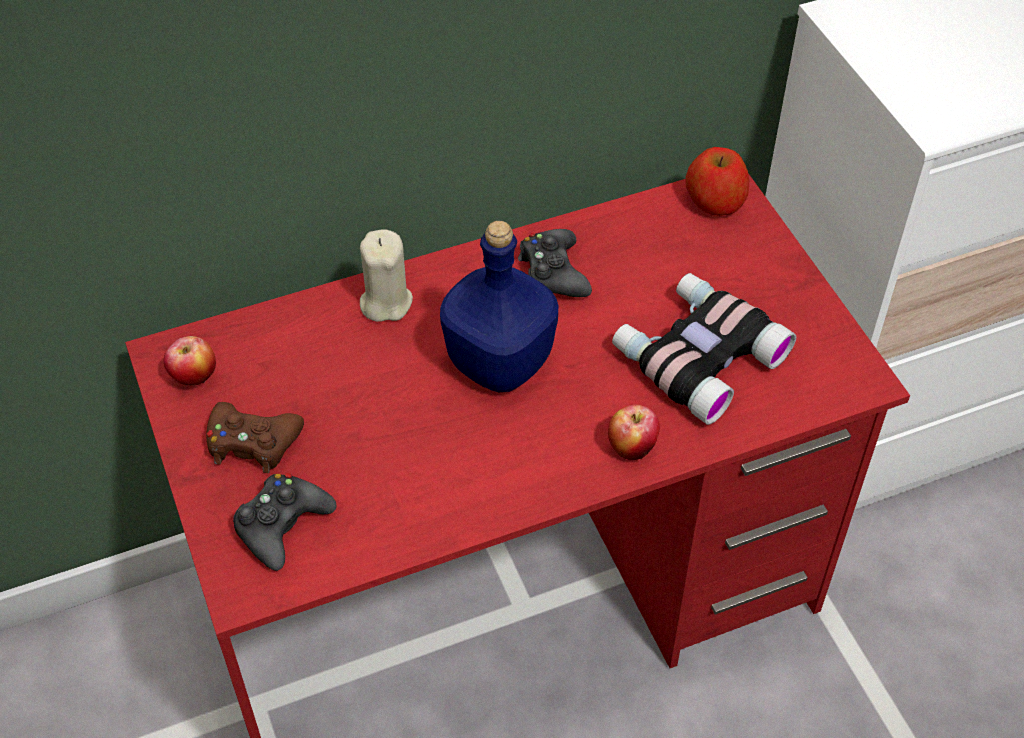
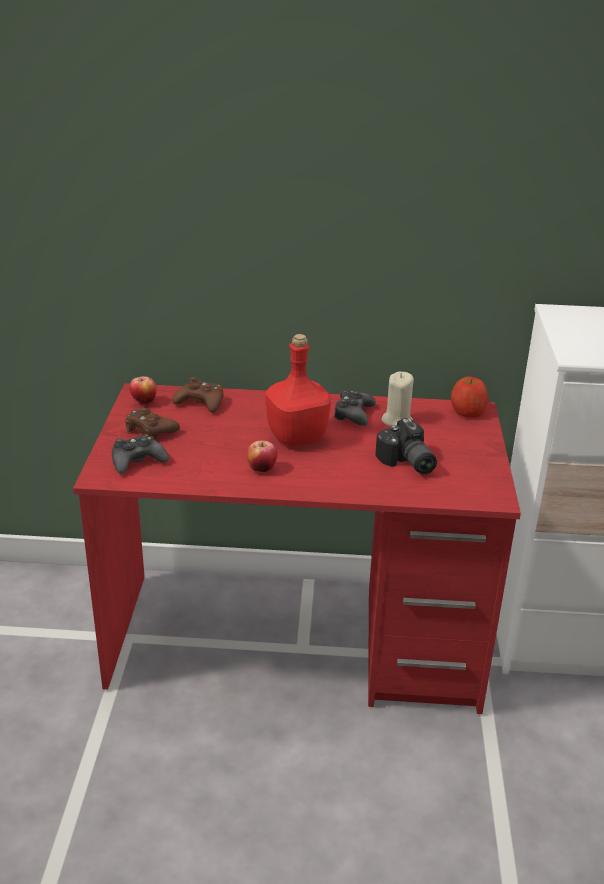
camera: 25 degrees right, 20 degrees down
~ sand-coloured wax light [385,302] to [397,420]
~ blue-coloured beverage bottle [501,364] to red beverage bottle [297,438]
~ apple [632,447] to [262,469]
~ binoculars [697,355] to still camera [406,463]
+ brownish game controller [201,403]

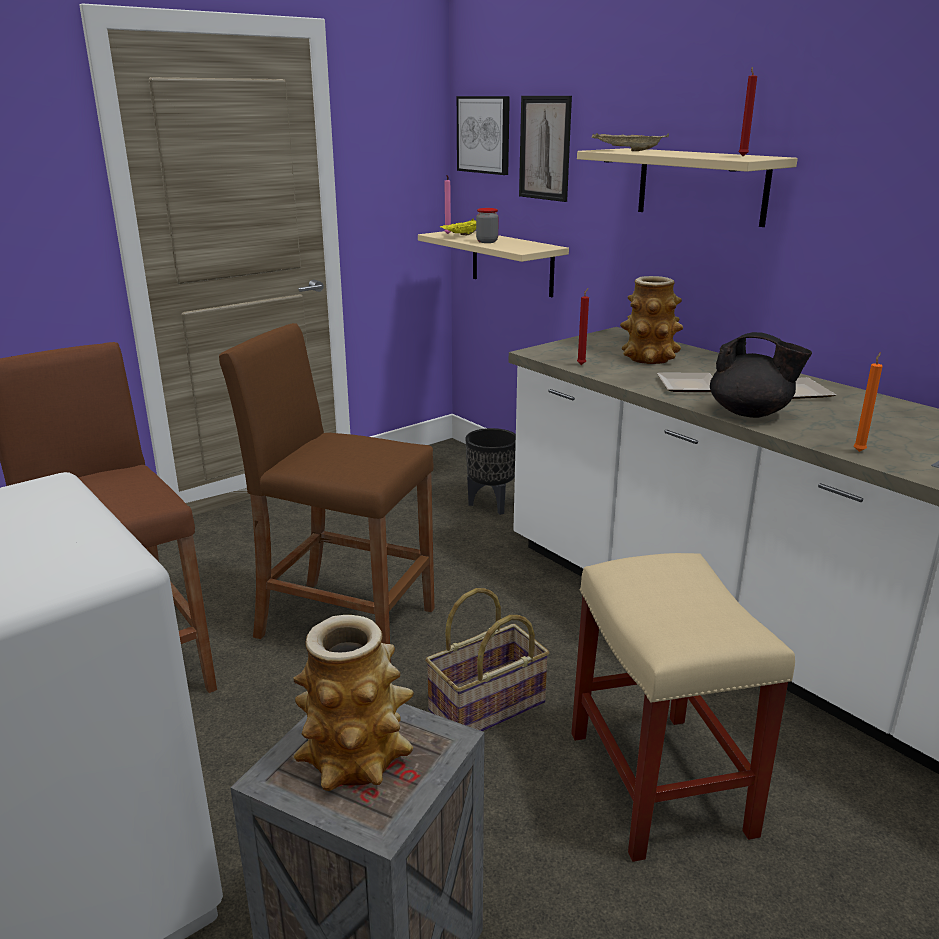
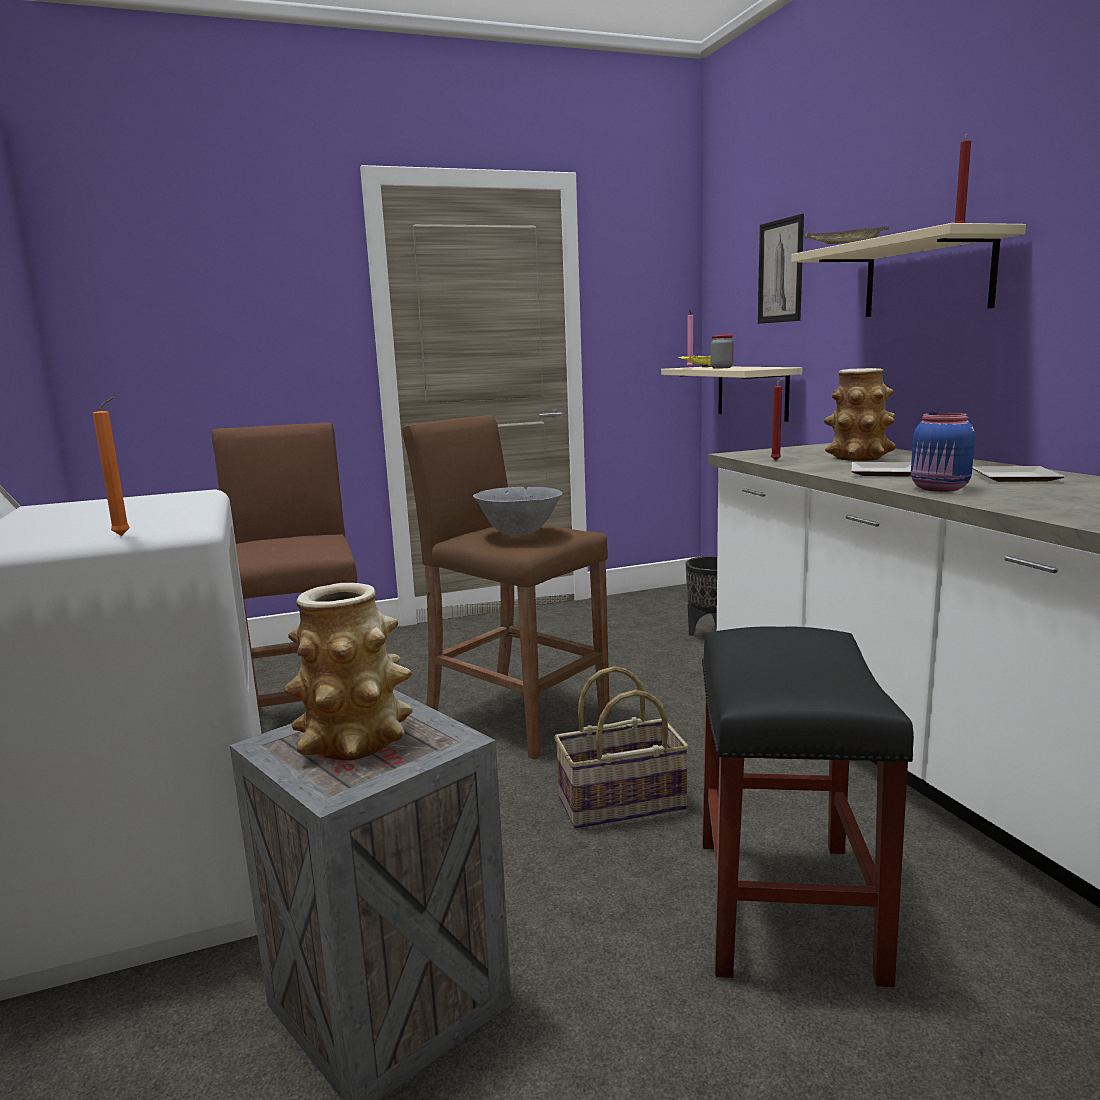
camera: 20 degrees right, 10 degrees down
- picture [484,135]
~ sand-coloured sitting stool [660,784] to blackish sitting stool [787,908]
~ blackish pot for tea [750,413] to blue-coloured storage jar [940,489]
~ orange wax light [859,451] to [124,535]
+ grey deep dish [518,534]

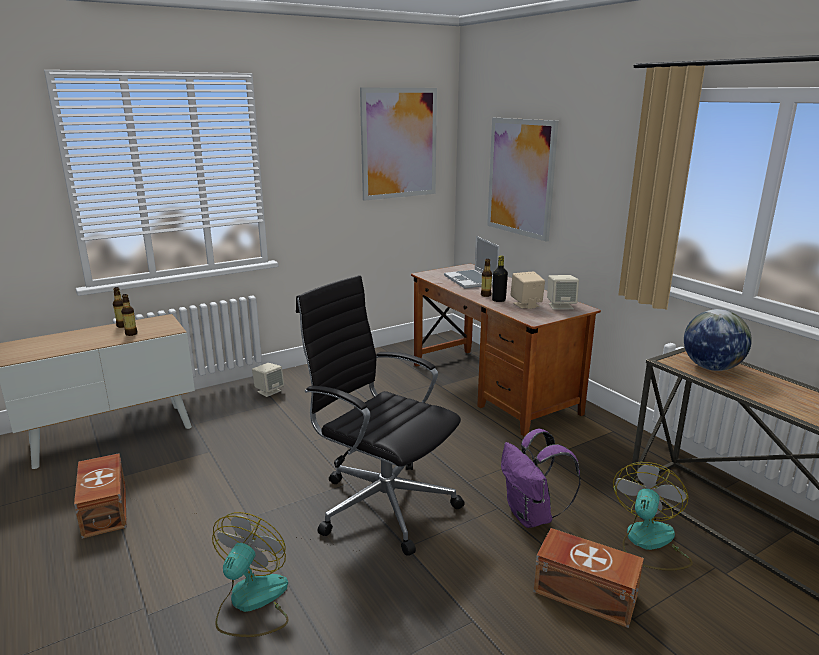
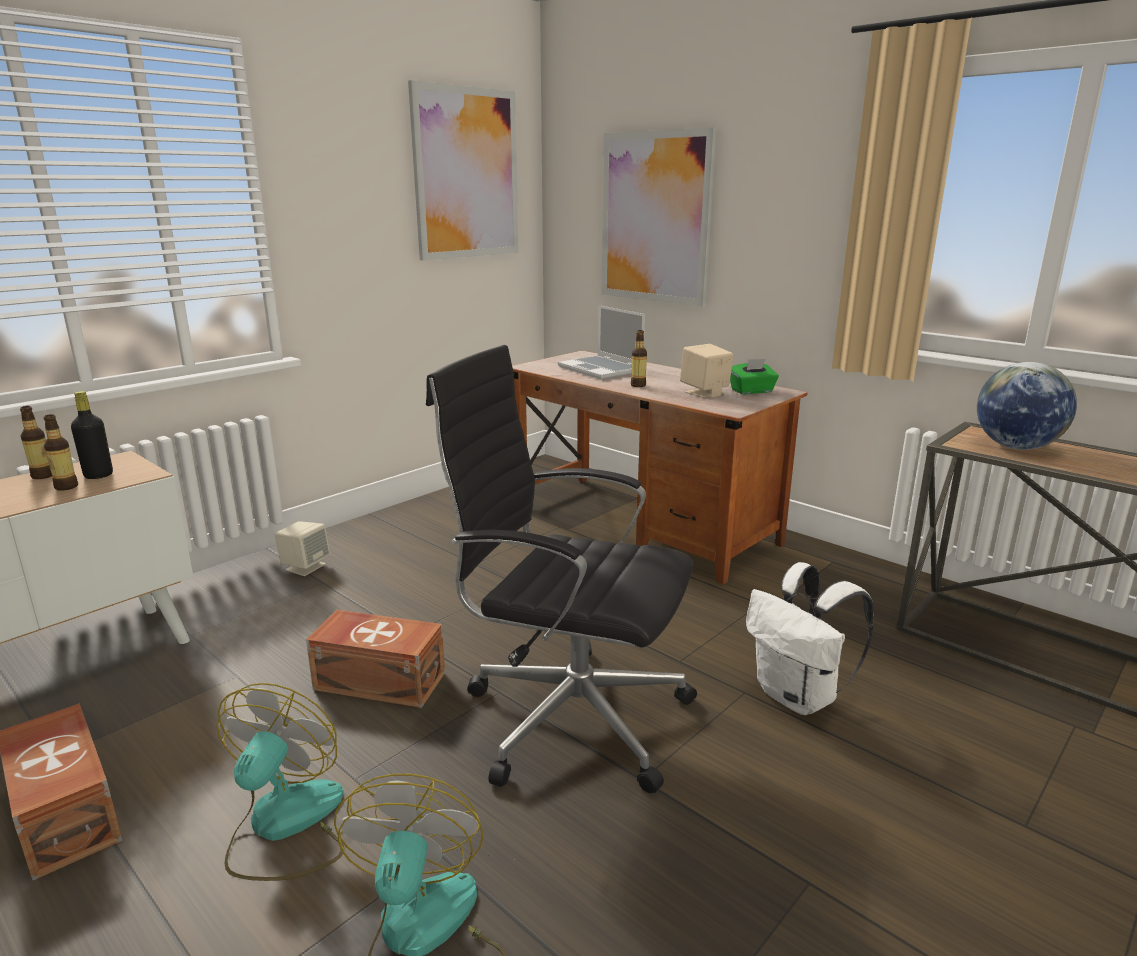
camera: 15 degrees left, 0 degrees up
~ blackish beverage bottle [498,300] to [98,475]
~ purplish backpack [532,516] to whitish backpack [799,697]
~ brownish storage bin [584,592] to [379,680]
~ sand-coloured loudspeaker [560,306] to green-coloured box of tissues [752,391]
~ electric fan [649,543] to [284,826]

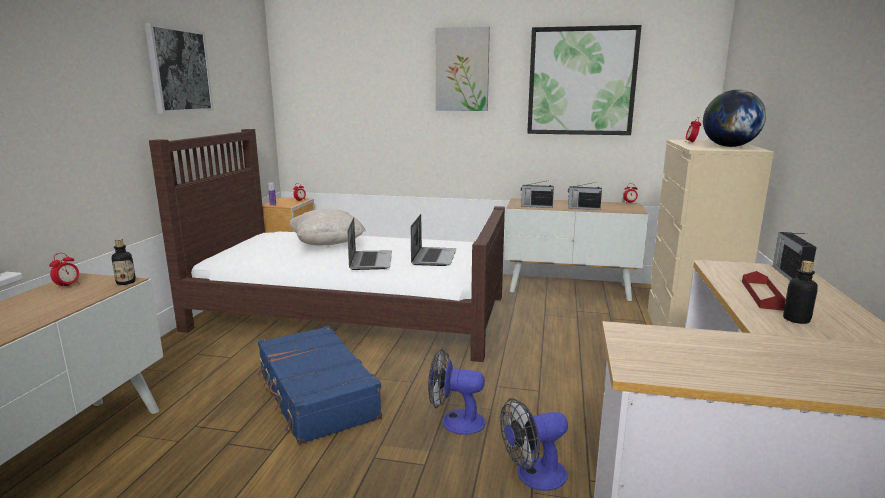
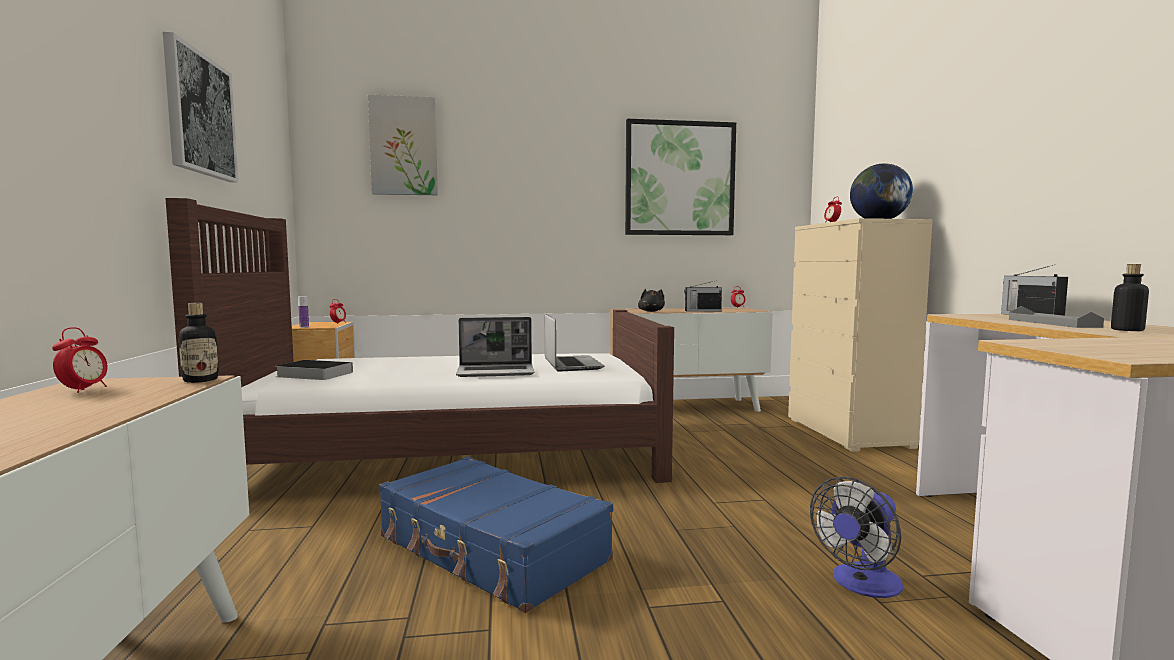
camera: 20 degrees left, 10 degrees down
- sand-coloured pillow [327,244]
~ laptop [370,261] = [497,372] 105 degrees clockwise
- electric fan [455,421]
~ picture [462,70] to [404,146]
~ radio [536,206] to blackish soft toy [651,311]
~ red carrying tray [763,295] to grey carrying tray [1052,323]
+ bound book [312,374]

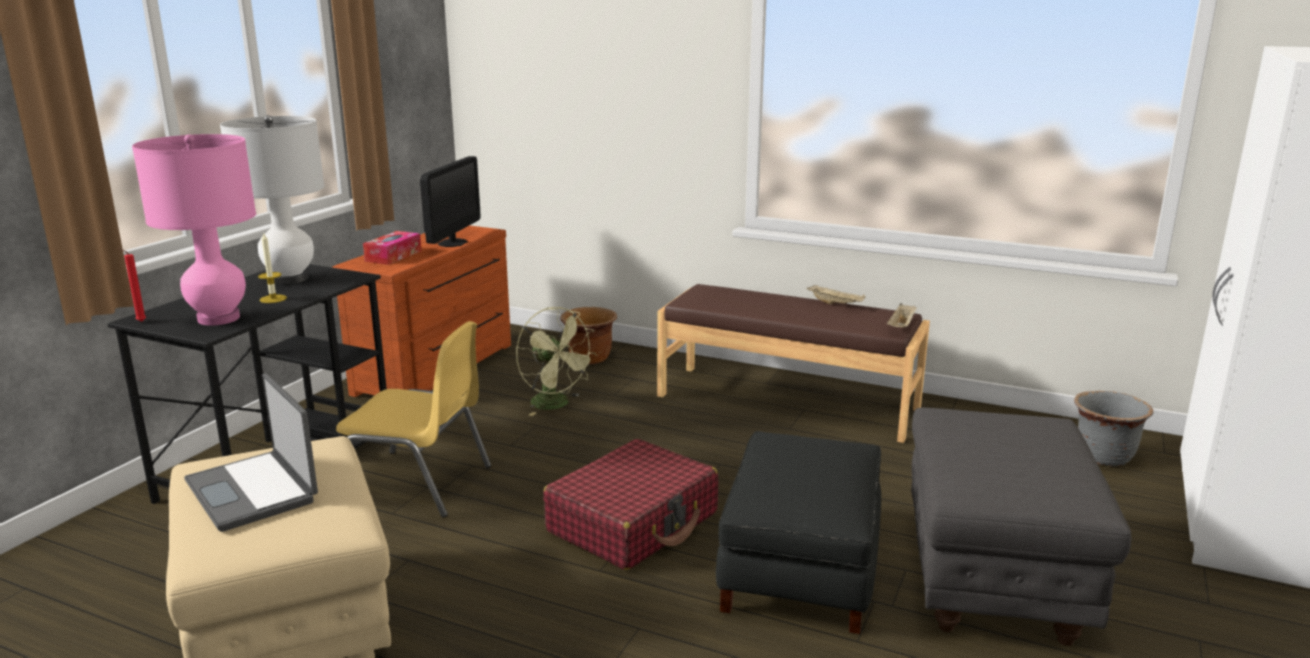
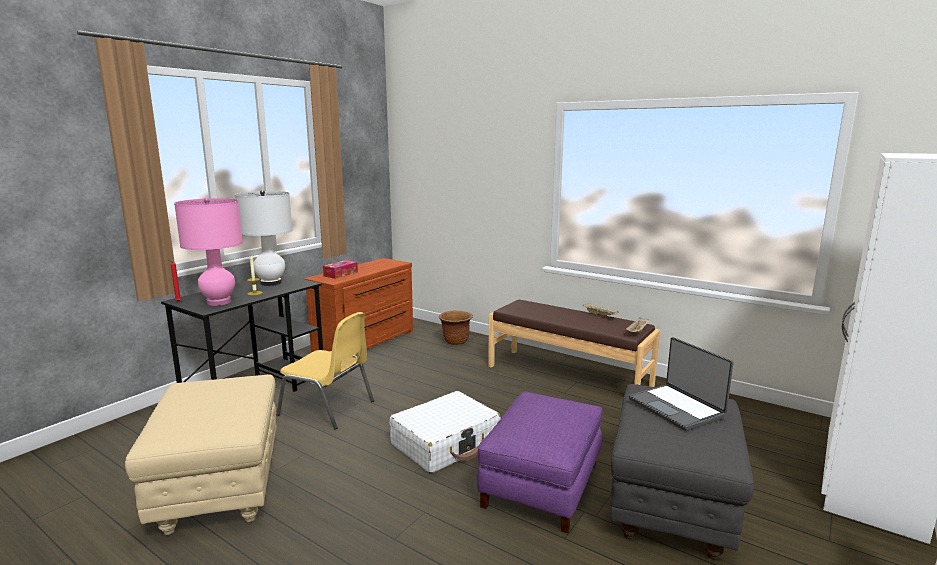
camera: 10 degrees right, 5 degrees down
~ laptop [254,491] to [677,408]
- computer screen [452,243]
- green-coloured electric fan [556,405]
~ red piece of luggage [633,522] to whitish piece of luggage [446,443]
~ blackish ottoman [801,570] to purplish ottoman [542,485]
- grey flower pot [1104,457]

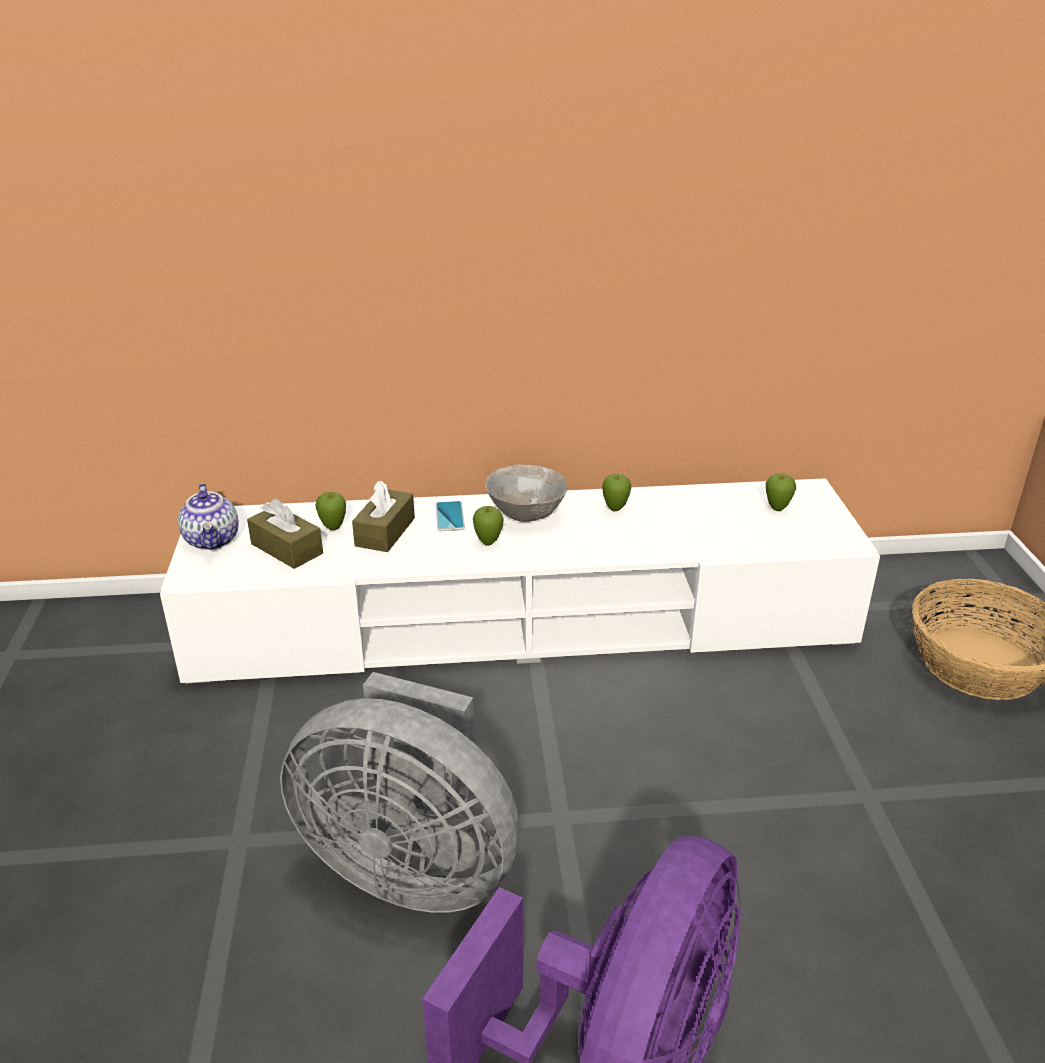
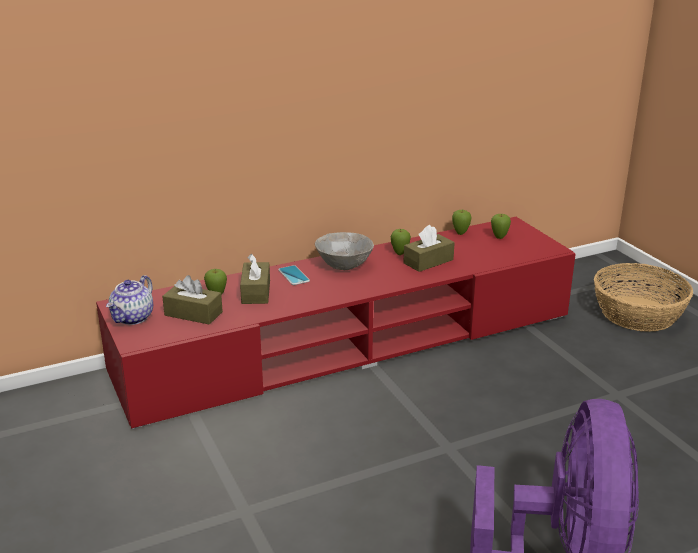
camera: 20 degrees left, 5 degrees down
~ whitish tv stand [524,621] to red tv stand [350,344]
~ pot for tea [213,540] = [133,318] 60 degrees clockwise
- grey electric fan [411,865]
~ apple [488,543] to [460,233]
+ brownish box of tissues [428,261]

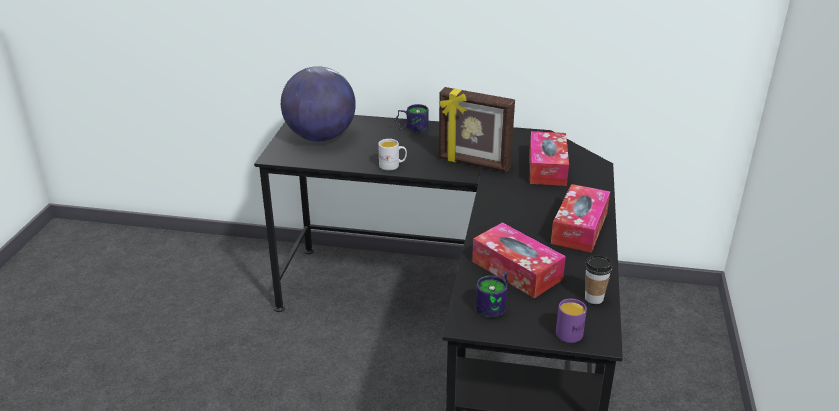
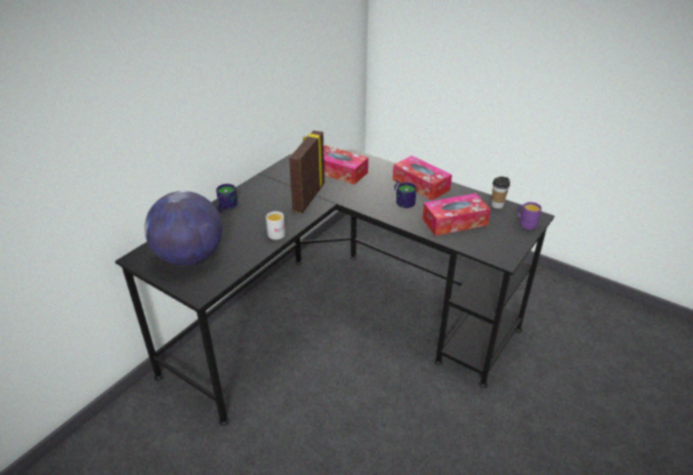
camera: 65 degrees left, 5 degrees up
~ picture frame [473,163] = [308,197] 150 degrees clockwise
~ mug [496,305] to [403,200]

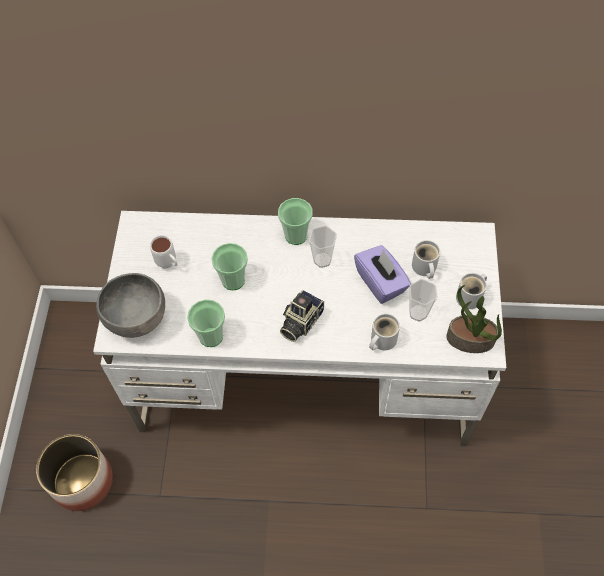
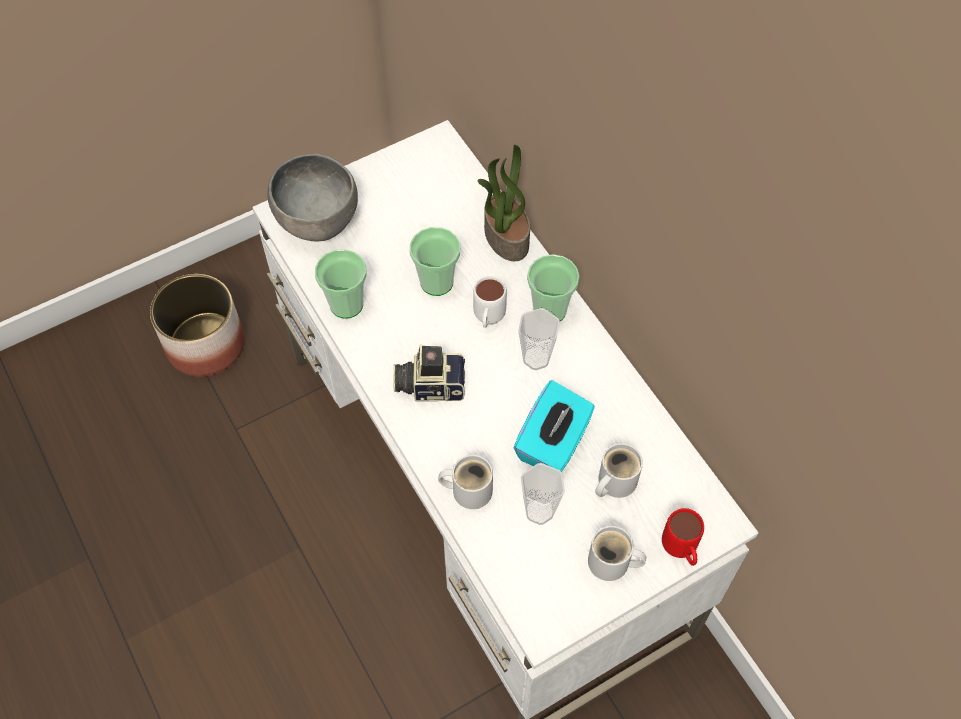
camera: 55 degrees right, 0 degrees up
~ whitish mug [169,265] to [488,321]
~ purplish box of tissues [381,282] to turquoise-coloured box of tissues [553,442]
~ plant in a pot [469,340] to [505,236]
+ red mug [680,552]

